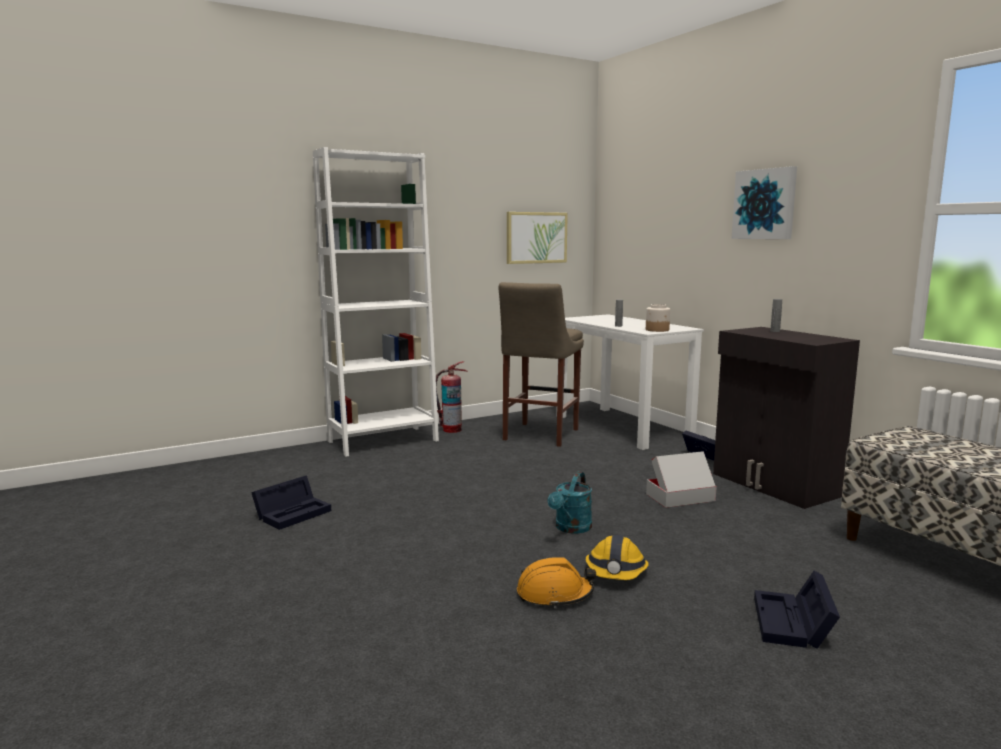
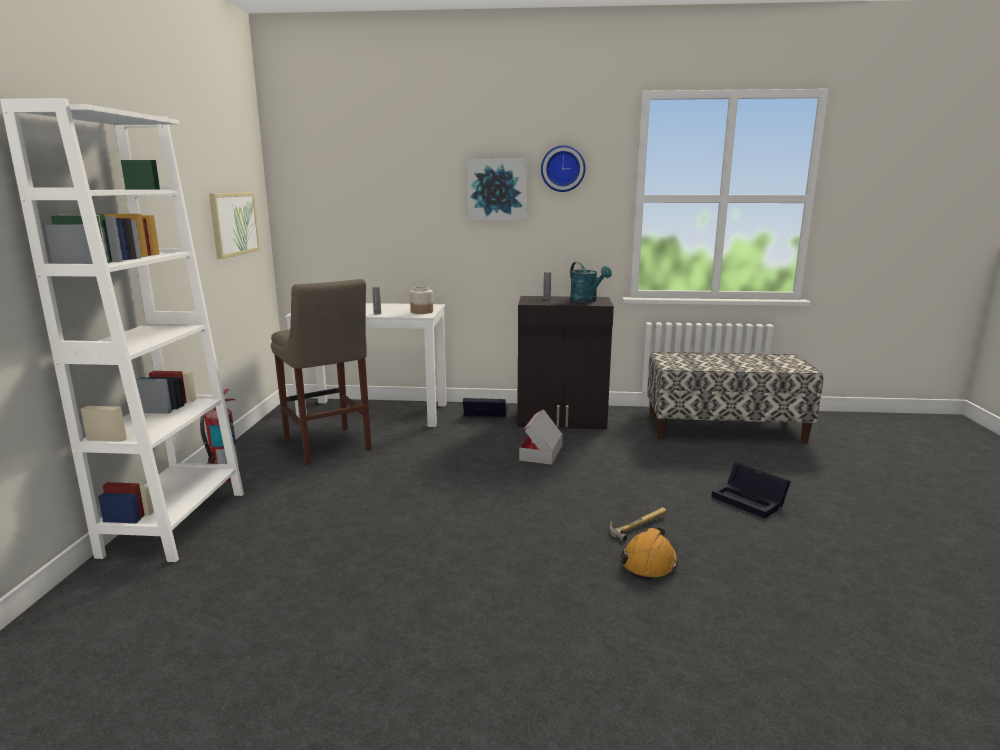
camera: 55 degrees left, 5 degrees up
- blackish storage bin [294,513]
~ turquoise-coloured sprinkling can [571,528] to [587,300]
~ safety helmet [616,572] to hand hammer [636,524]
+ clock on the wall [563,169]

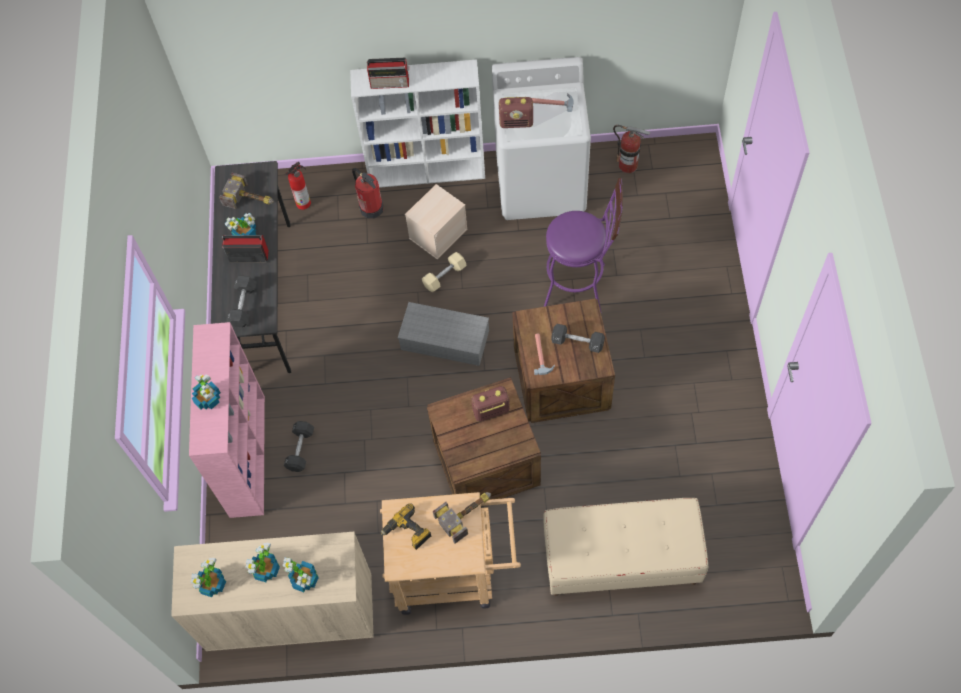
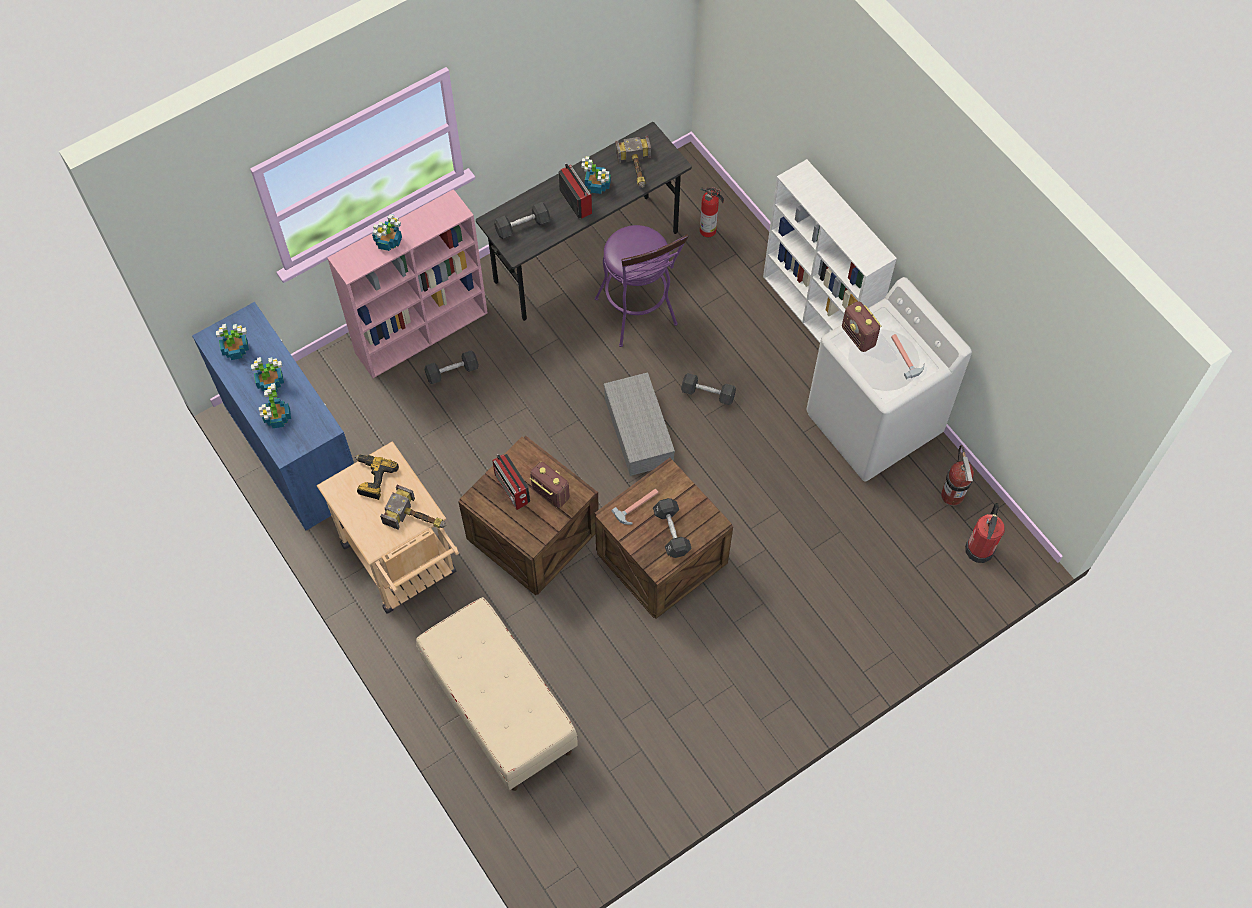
camera: 55 degrees right, 0 degrees up
~ sand-coloured storage cabinet [290,612] to blue-coloured storage cabinet [294,450]
~ extinguisher [371,208] to [980,548]
~ radio [391,83] to [512,490]
- sand-coloured storage bin [438,233]
~ sand-coloured dumbbell [444,276] to blackish dumbbell [708,393]
~ purplish sitting stool [581,287] to [639,317]

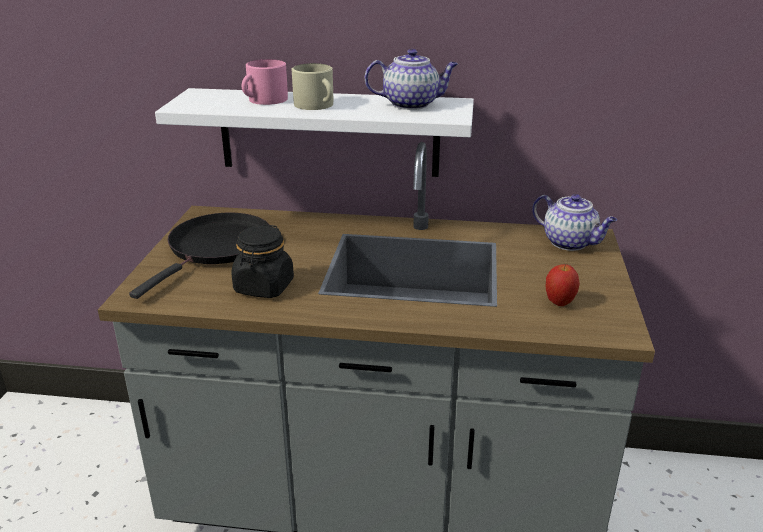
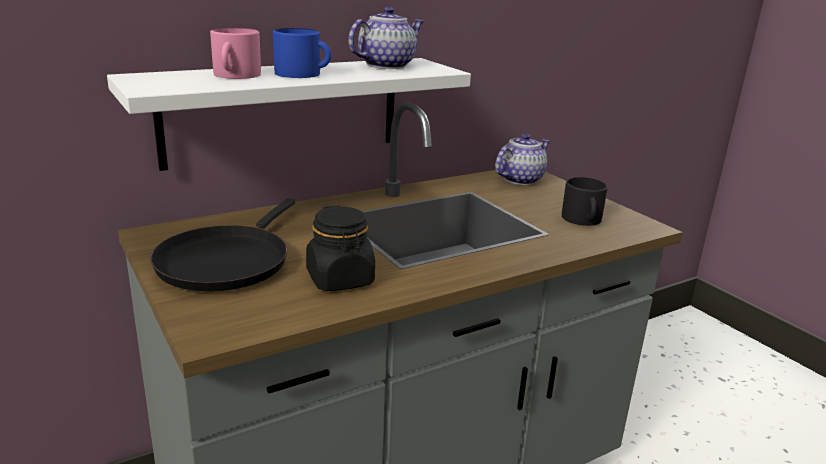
camera: 40 degrees left, 5 degrees down
~ blackish skillet [217,248] = [226,261] 150 degrees counterclockwise
~ sand-coloured mug [316,105] to blue-coloured mug [303,74]
~ pot for tea [570,243] = [520,179] 45 degrees counterclockwise
~ apple [559,303] to blackish mug [583,220]

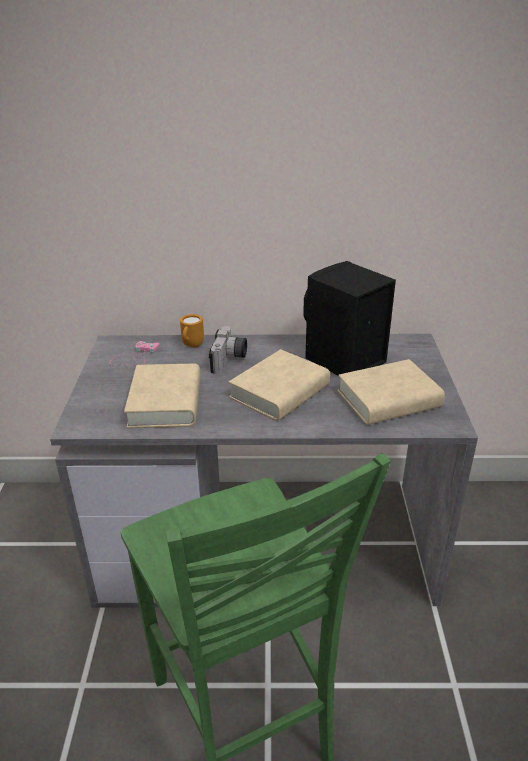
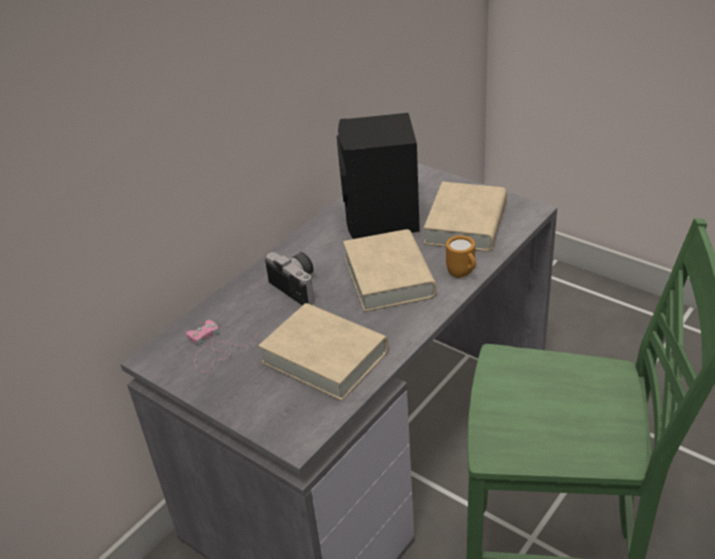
camera: 50 degrees left, 5 degrees up
~ orange mug [191,346] to [463,275]

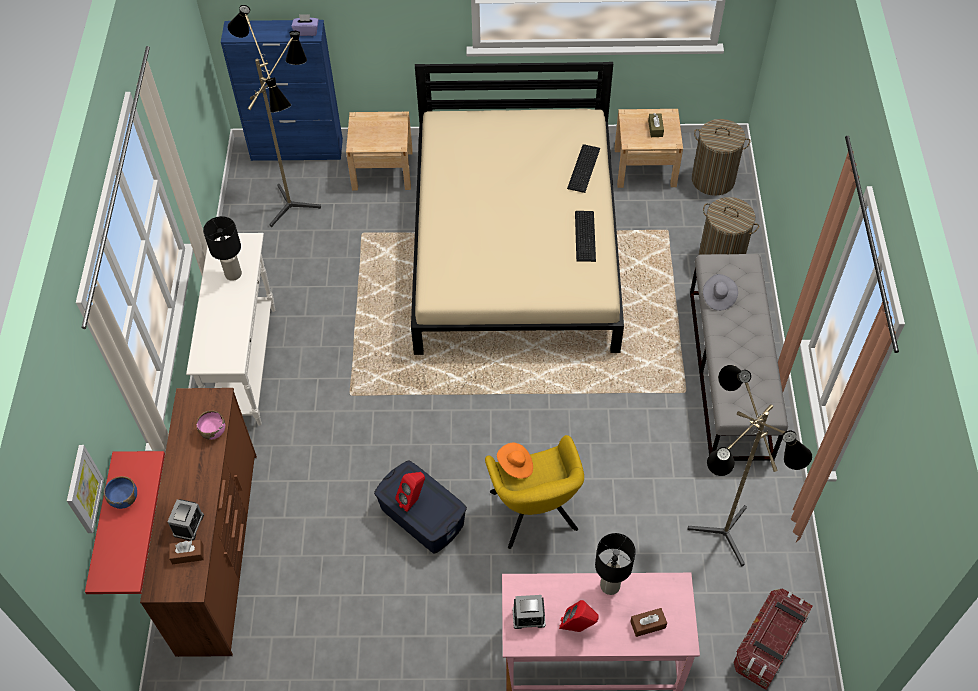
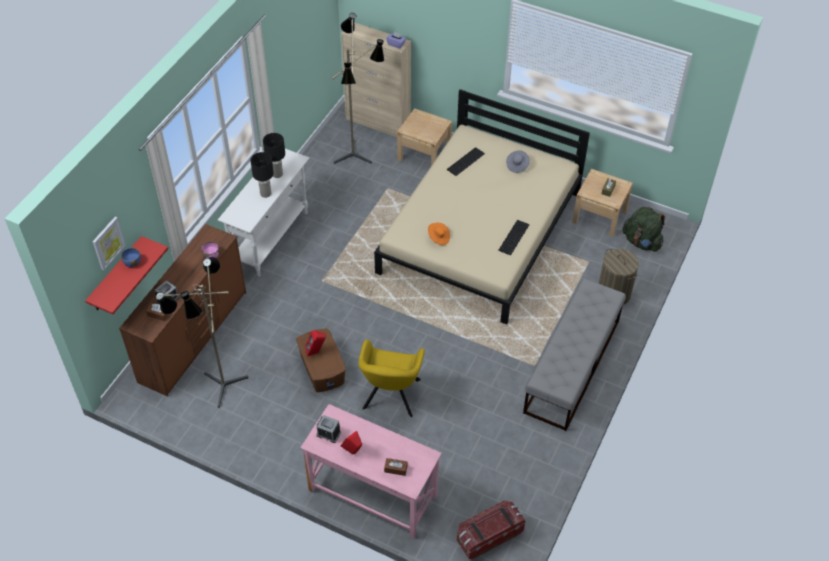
camera: 25 degrees right, 5 degrees down
~ blue-coloured storage cabinet [297,149] to sand-coloured storage cabinet [378,123]
~ blue-coloured storage bin [422,516] to brownish storage bin [322,368]
~ orange hat [515,466] to [438,238]
~ PC keyboard [585,168] to [466,161]
~ blackish table lamp [610,586] to [265,194]
~ floor lamp [718,537] to [218,386]
~ laundry basket [713,179] to green-coloured backpack [642,242]
~ grey hat [718,297] to [517,165]

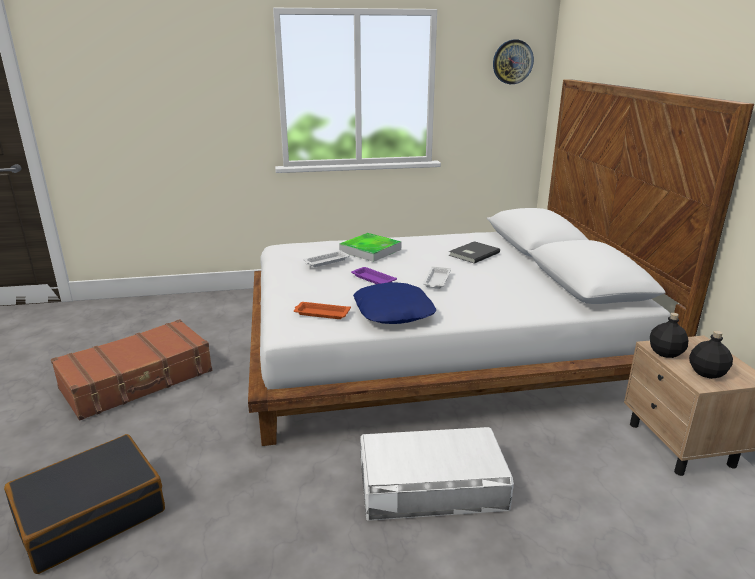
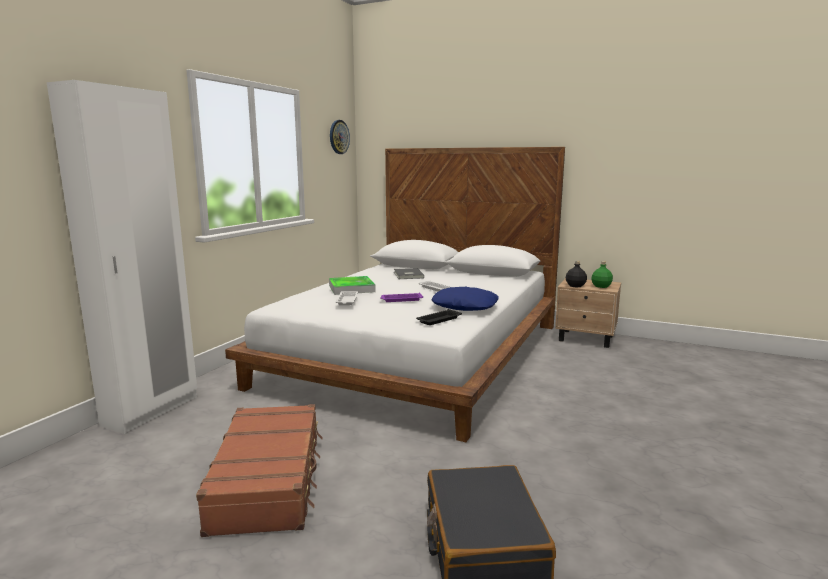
camera: 55 degrees left, 10 degrees down
~ orange carrying tray [321,313] to blackish carrying tray [438,320]
- whitish storage bin [431,483]
~ blackish beverage bottle [707,372] to green-coloured beverage bottle [601,286]
+ whitish clothes cupboard [151,411]

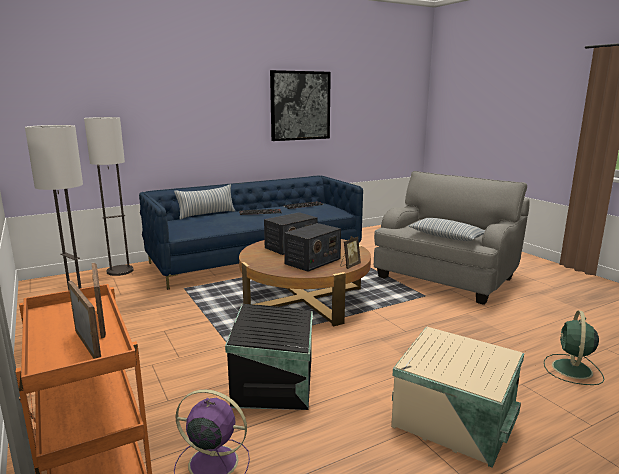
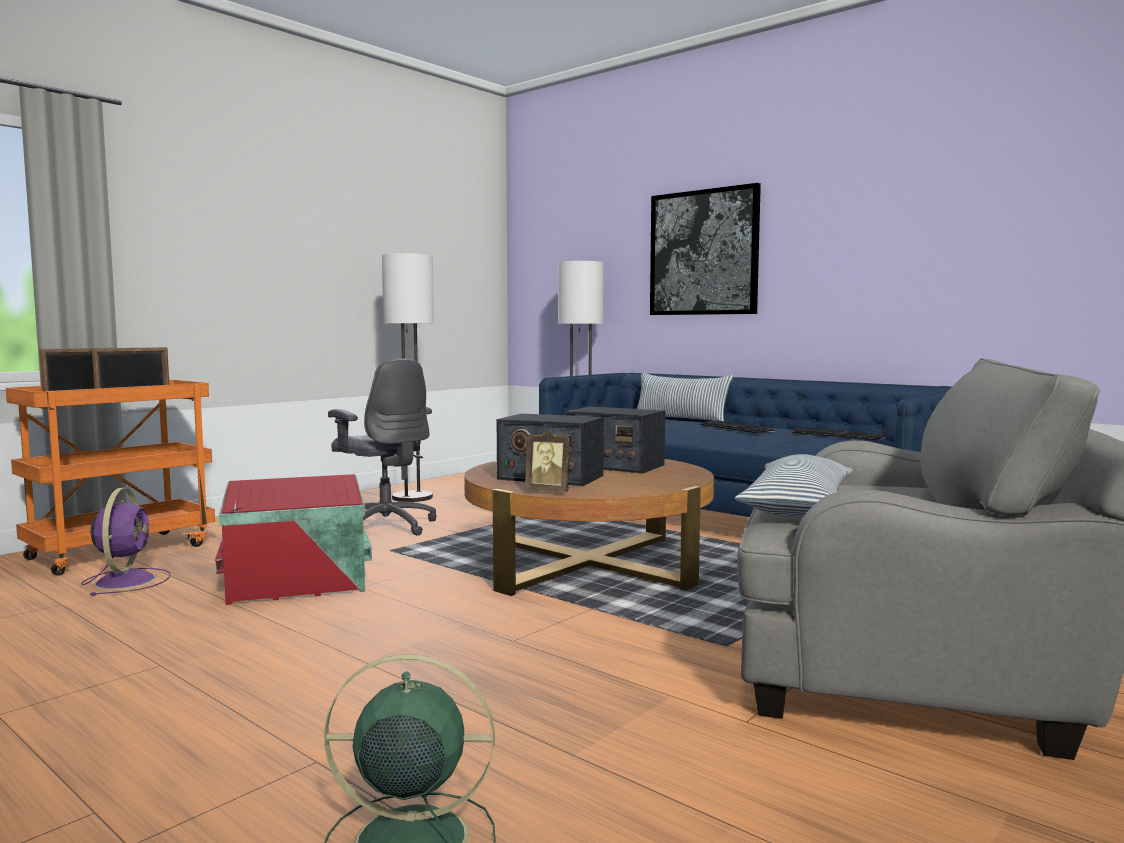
camera: 70 degrees right, 10 degrees down
~ blackish storage bin [275,381] to red storage bin [298,582]
~ picture [300,106] to [703,253]
- sand-coloured storage bin [453,423]
+ grey desk chair [385,526]

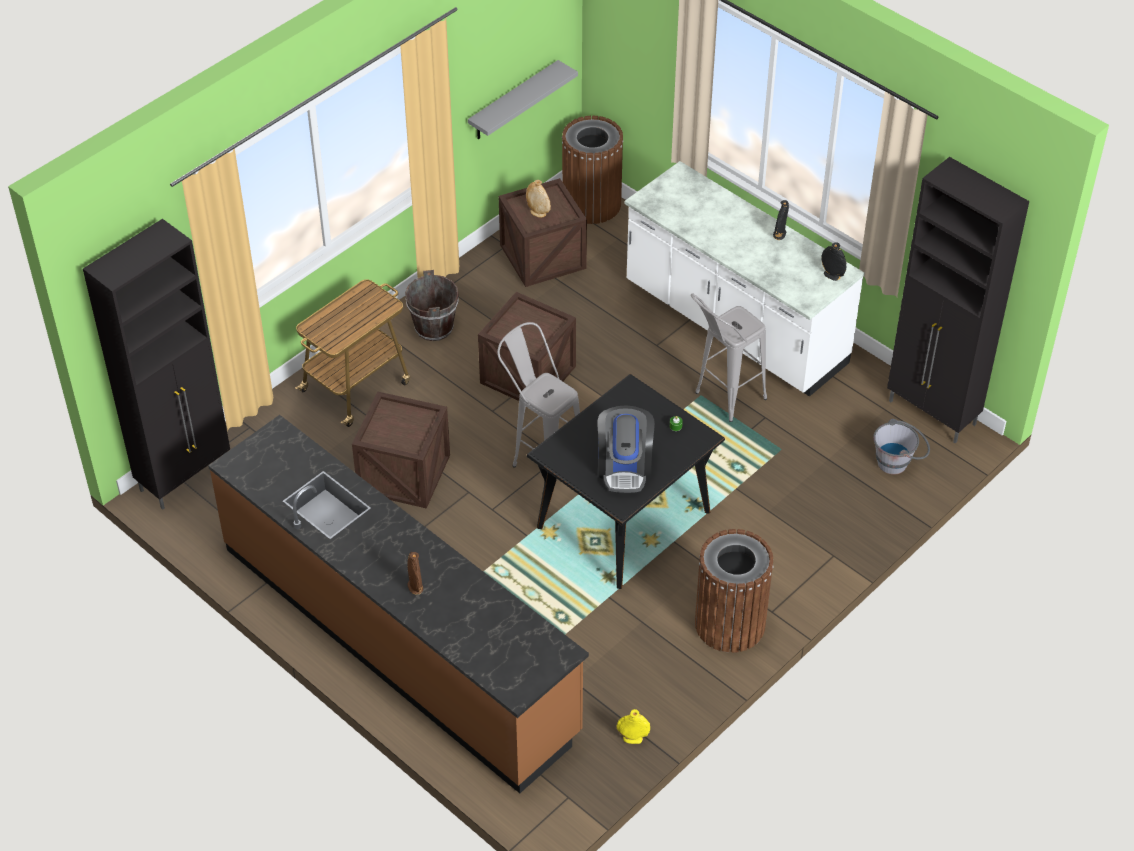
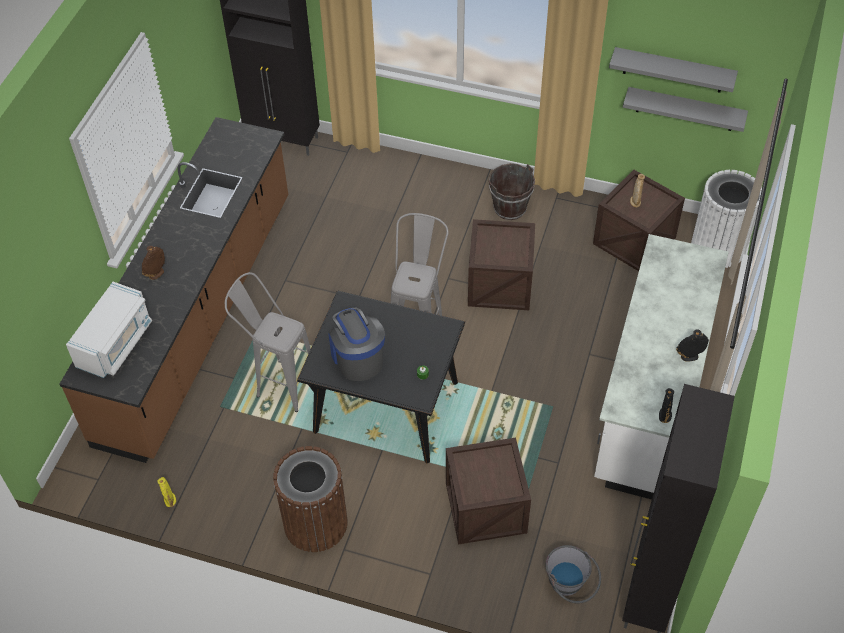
camera: 65 degrees right, 5 degrees up
- trolley [357,385]
~ shipping crate [404,473] to [485,508]
~ brownish trash can [591,204] to whitish trash can [718,247]
~ coffee brewer [625,467] = [357,357] 90 degrees clockwise
~ grey sitting stool [722,401] to [279,382]
+ whitish microwave oven [115,343]
+ grey bracket shelf [673,70]

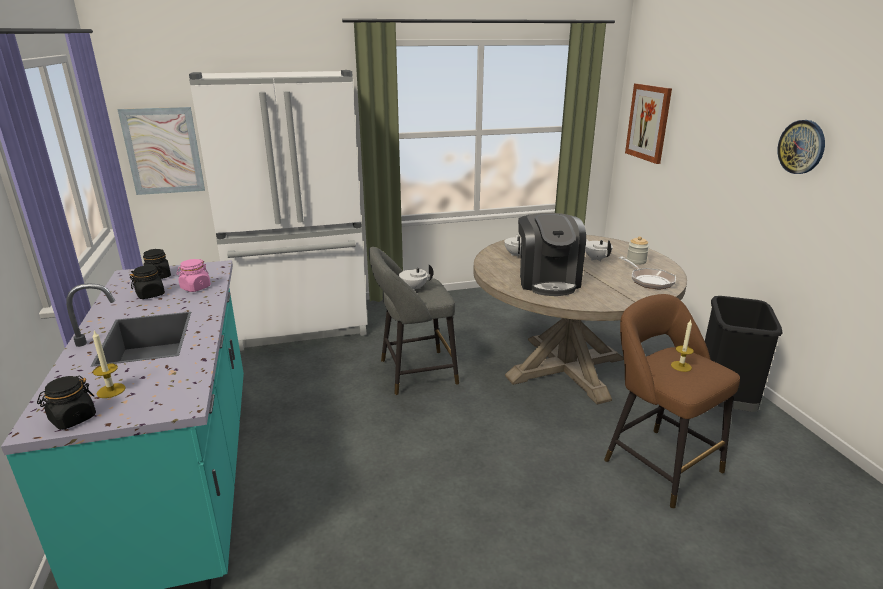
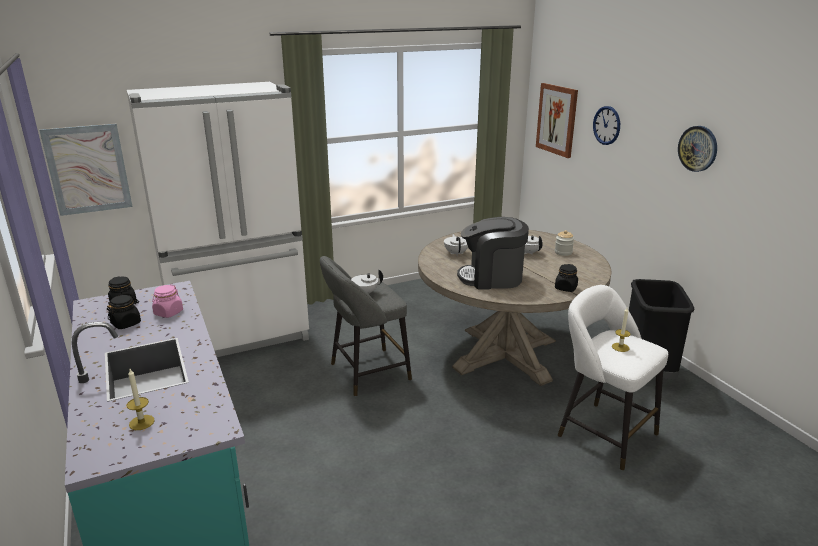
camera: 10 degrees left, 0 degrees up
~ blackish storage jar [72,418] to [565,288]
~ coffee brewer [548,281] = [492,278] 105 degrees clockwise
~ brownish sitting stool [657,462] to whitish sitting stool [602,432]
- skillet [649,280]
+ clock on the wall [606,125]

